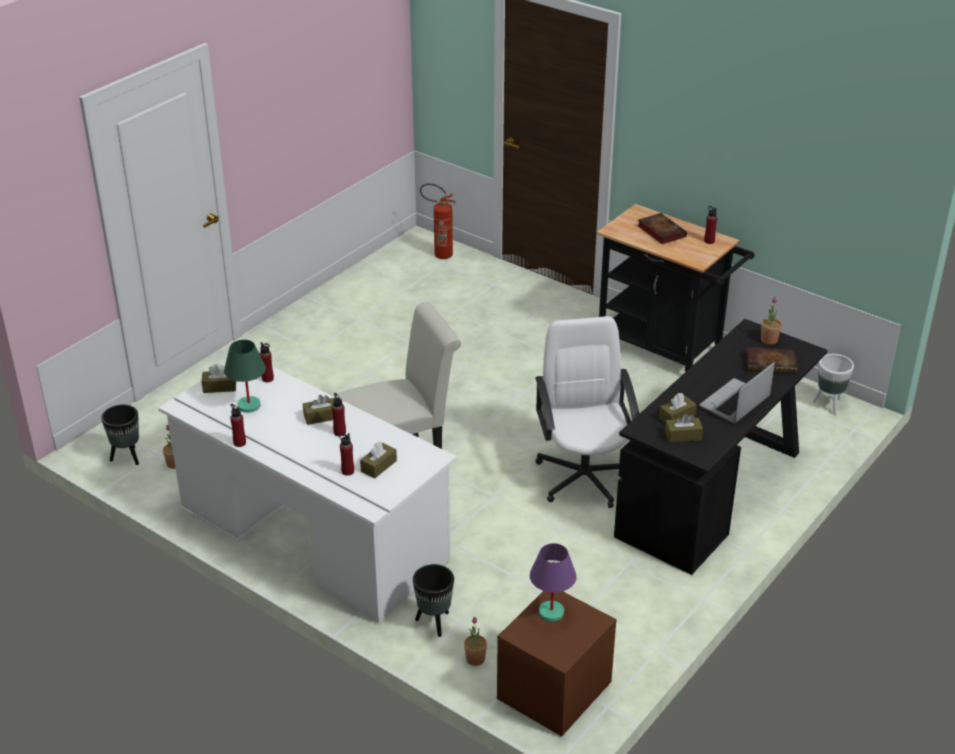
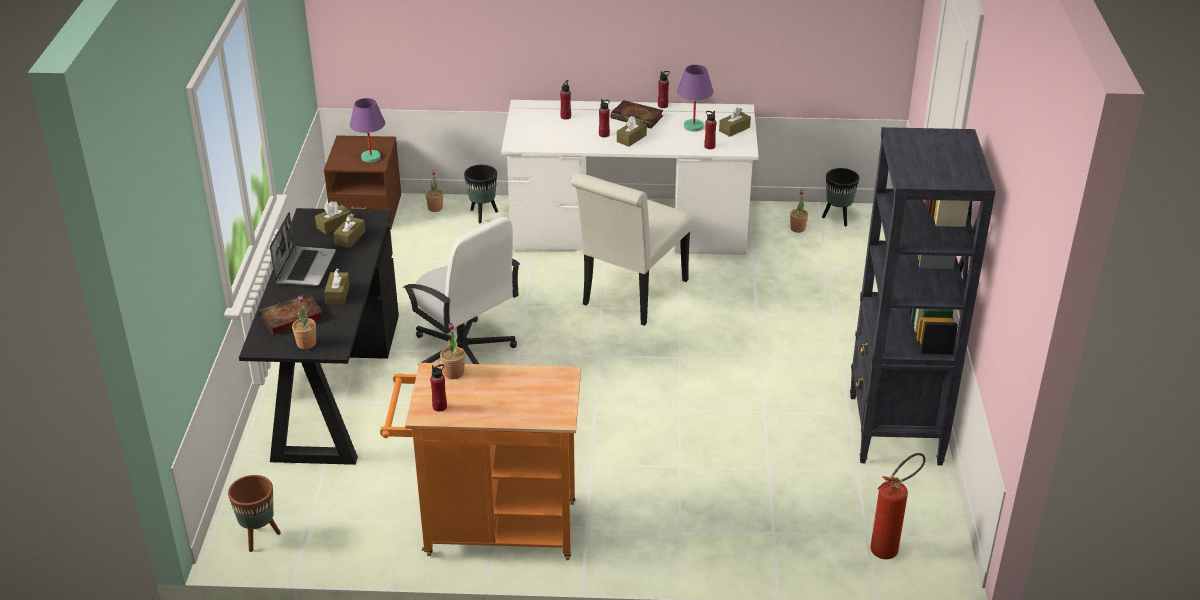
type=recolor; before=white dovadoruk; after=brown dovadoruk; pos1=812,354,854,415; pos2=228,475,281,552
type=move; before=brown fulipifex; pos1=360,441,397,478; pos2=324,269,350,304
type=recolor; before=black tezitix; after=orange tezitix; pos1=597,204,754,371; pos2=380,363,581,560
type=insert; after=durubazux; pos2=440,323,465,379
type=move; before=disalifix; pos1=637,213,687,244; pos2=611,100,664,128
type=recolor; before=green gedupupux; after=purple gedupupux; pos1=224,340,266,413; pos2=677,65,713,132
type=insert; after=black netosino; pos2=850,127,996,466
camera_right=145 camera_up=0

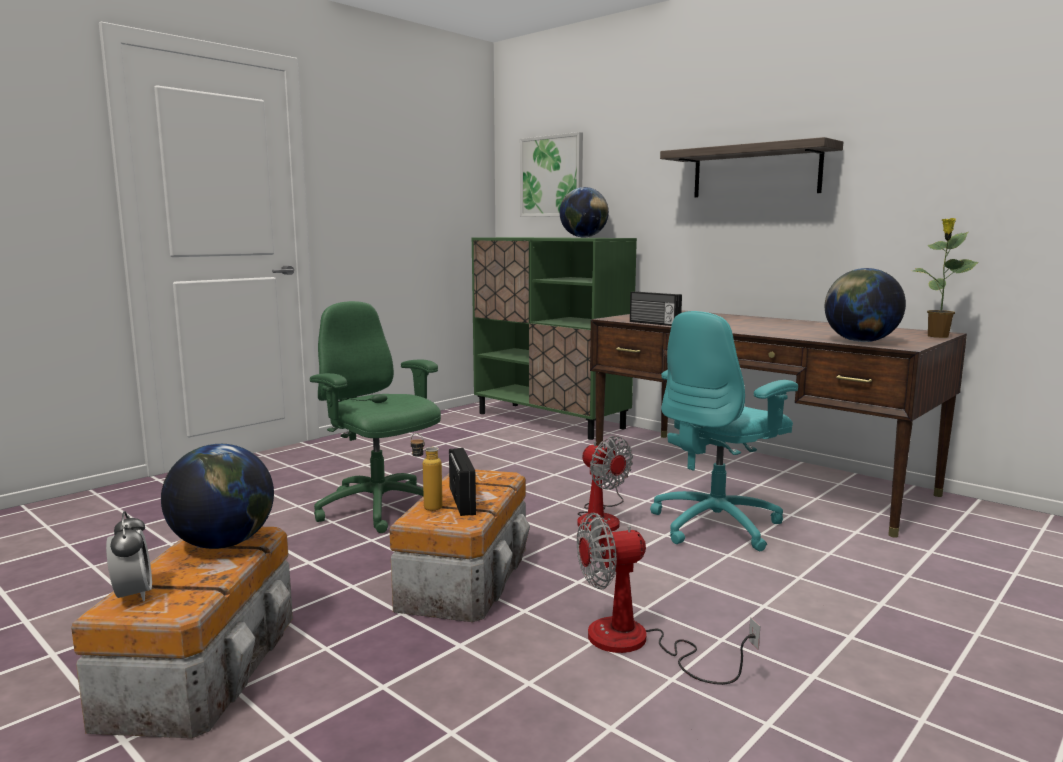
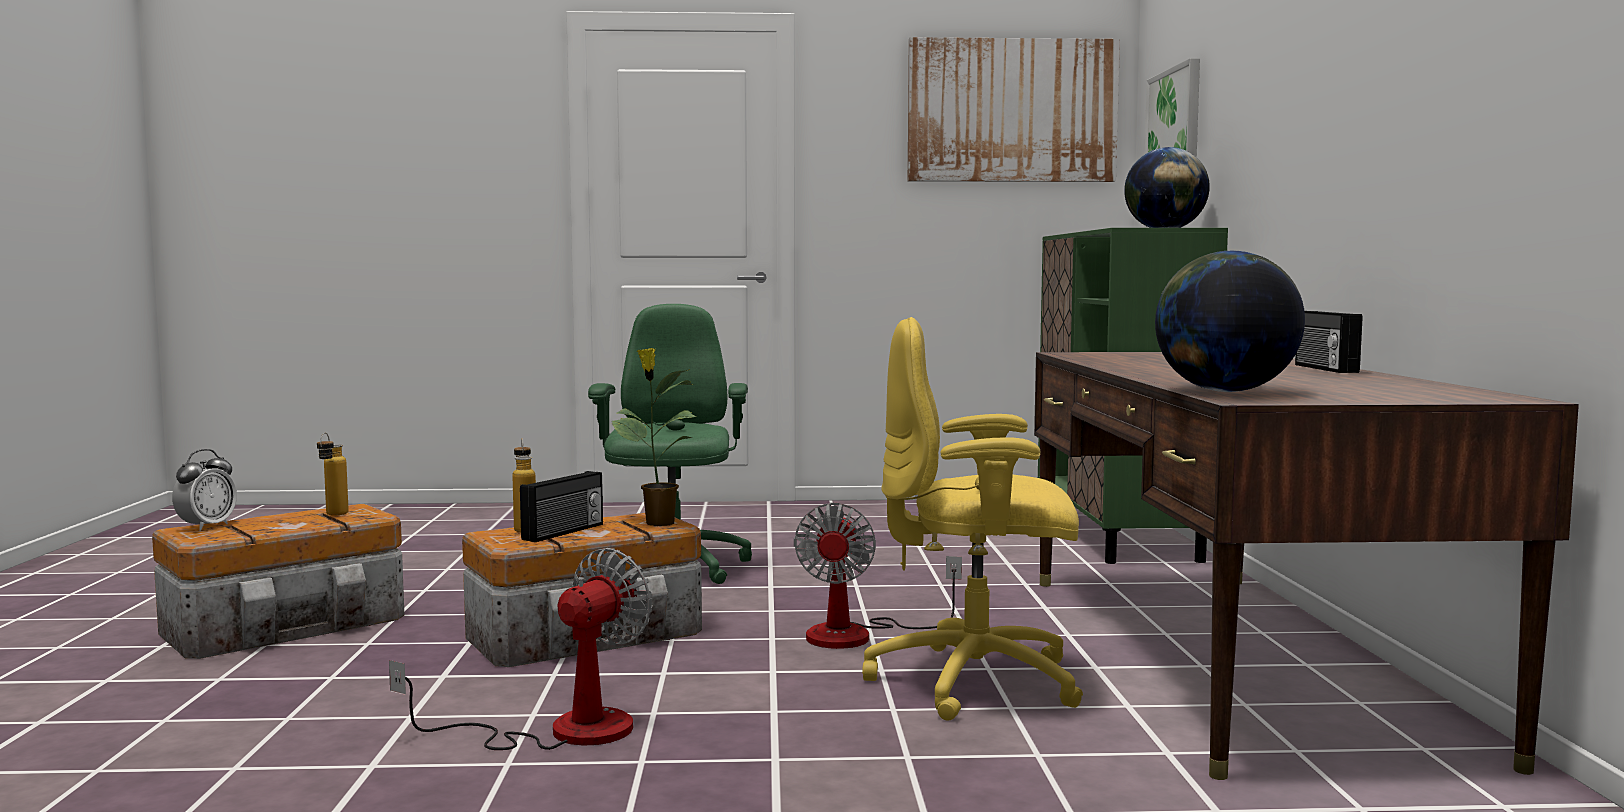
type=replace; before=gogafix; after=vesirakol; pos1=161,444,274,549; pos2=317,433,349,516
type=rotate; before=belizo; pos1=577,513,760,685; pos2=389,548,652,750; turn=90
type=move; before=durubazux; pos1=913,218,978,338; pos2=612,348,697,526
type=recolor; before=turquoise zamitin; after=yellow zamitin; pos1=650,311,798,551; pos2=862,317,1083,721
type=insert; after=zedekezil; pos2=908,37,1120,182
type=move; before=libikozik; pos1=630,291,682,326; pos2=1295,311,1362,373
type=delete; before=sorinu; pos1=660,137,843,197
camera_right=45 camera_up=-5

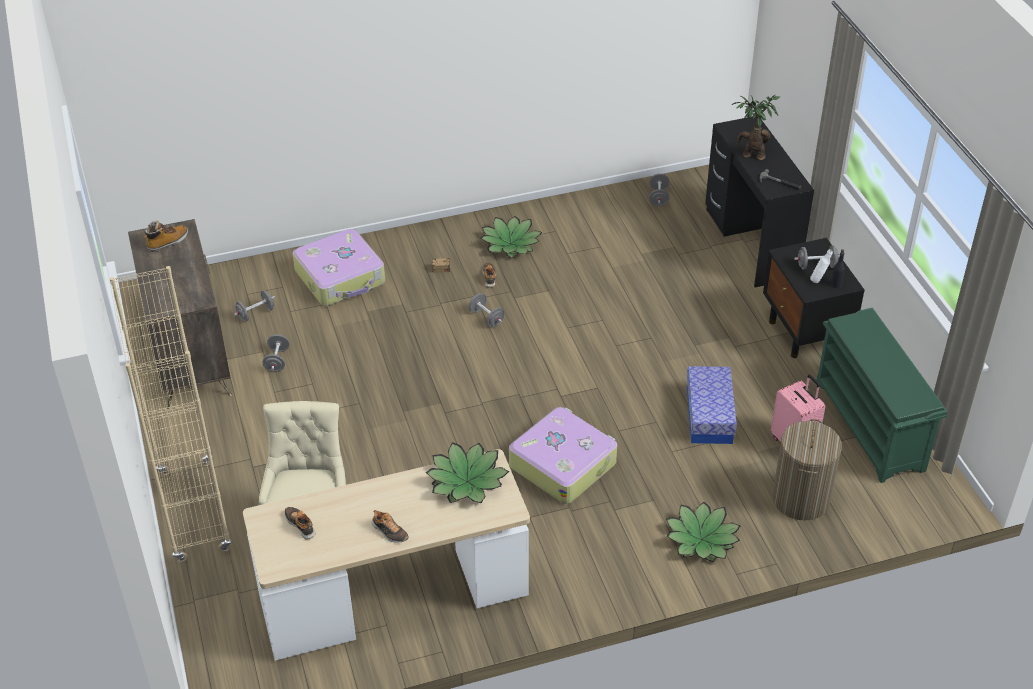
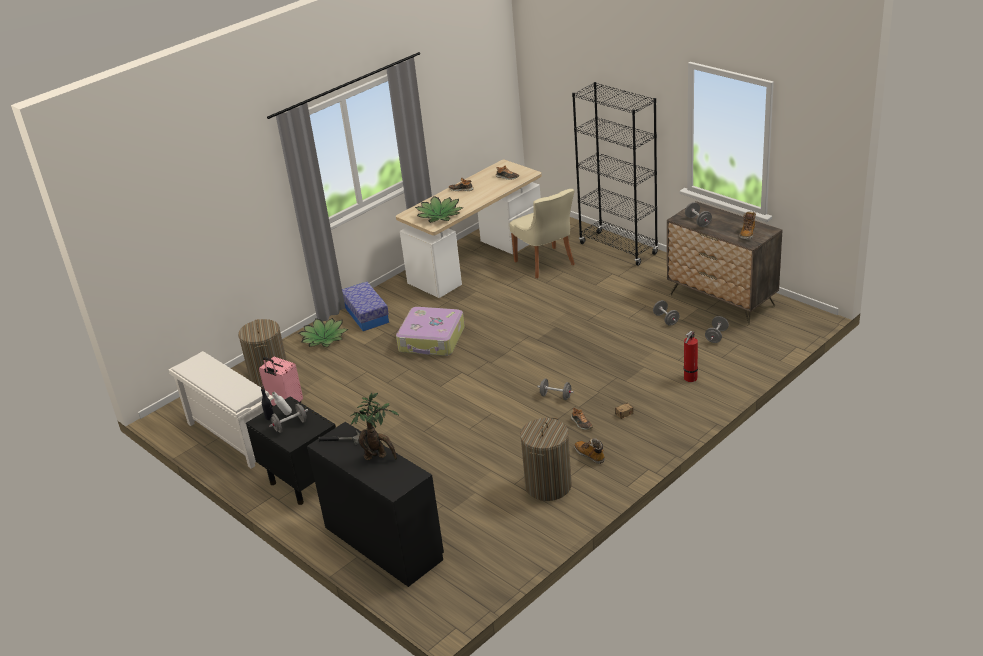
type=recolor; before=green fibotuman; after=white fibotuman; pos1=816,308,948,483; pos2=169,351,274,469
type=move; before=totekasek; pos1=687,366,737,444; pos2=342,282,389,331
type=insert; after=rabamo; pos2=520,417,572,501
type=recolor; before=beige netosino; after=black netosino; pos1=110,266,232,562; pos2=572,82,658,266
type=replace; before=durubazux; after=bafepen; pos1=481,216,542,258; pos2=574,438,605,464
type=replace; before=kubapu; after=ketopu; pos1=292,229,385,306; pos2=684,331,698,382
type=move; before=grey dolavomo; pos1=650,174,670,206; pos2=685,202,712,227
camera_right=155 camera_up=-10

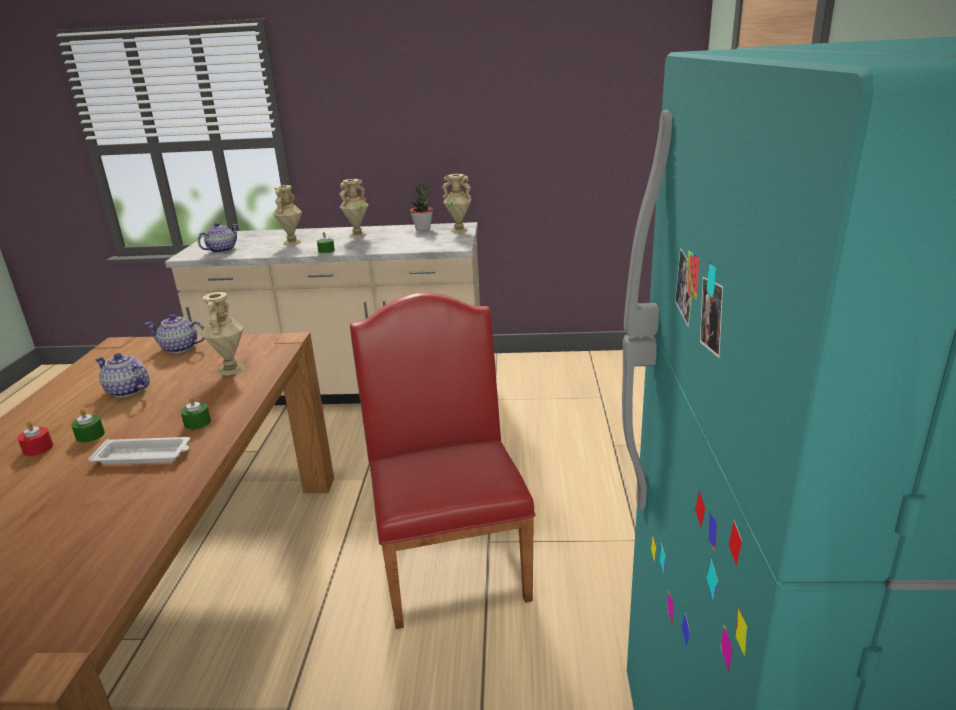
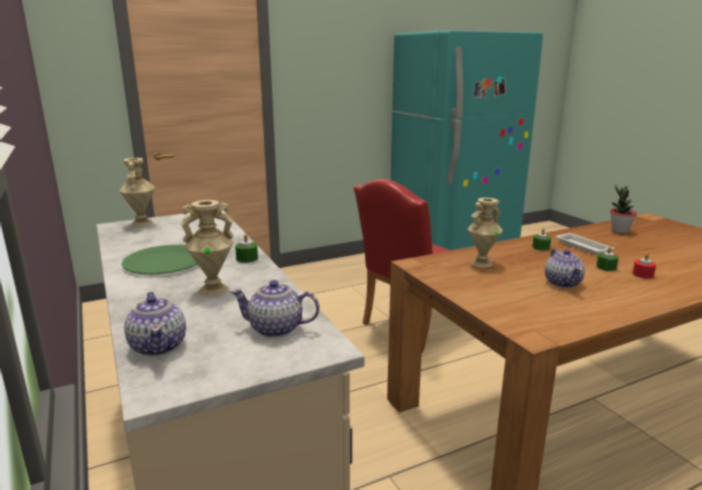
type=replace; before=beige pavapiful; after=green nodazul; pos1=339,179,368,238; pos2=122,245,197,274
type=move; before=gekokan; pos1=145,314,205,353; pos2=124,292,186,356
type=move; before=durubazux; pos1=410,183,433,231; pos2=610,185,637,233
camera_right=-120 camera_up=-5

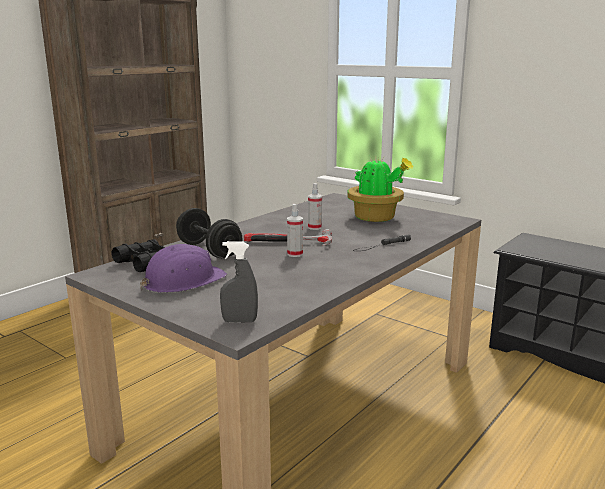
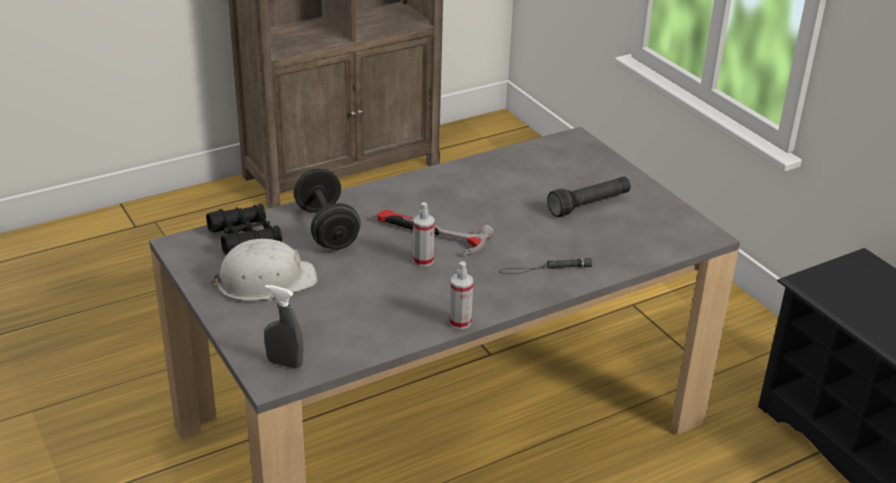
type=recolor; before=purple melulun; after=white melulun; pos1=140,244,227,293; pos2=210,239,318,301
type=move; before=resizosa; pos1=308,183,322,230; pos2=449,261,473,329
type=replace; before=durubazux; after=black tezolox; pos1=347,154,414,222; pos2=547,177,631,217
camera_right=20 camera_up=15

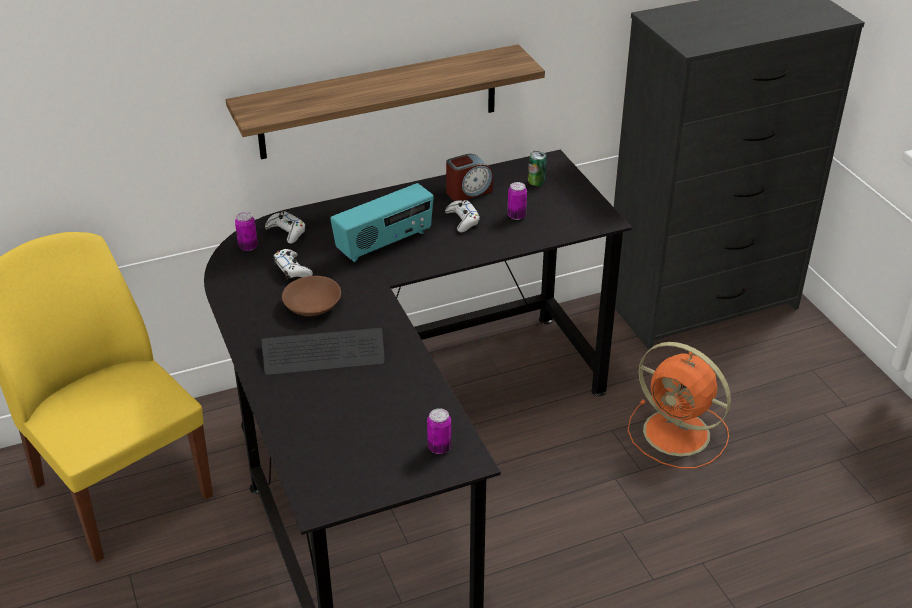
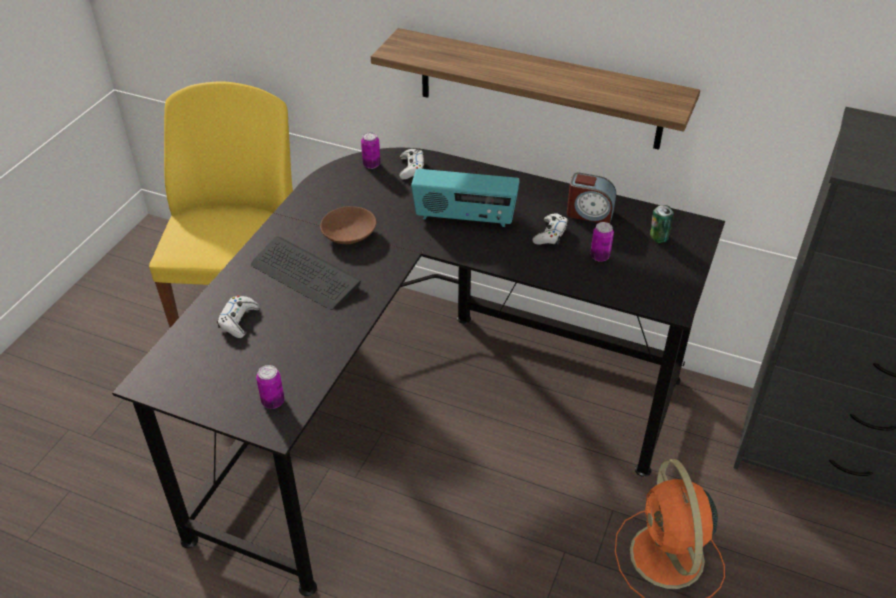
type=move; before=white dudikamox; pos1=273,249,313,279; pos2=217,295,259,338
camera_right=45 camera_up=5

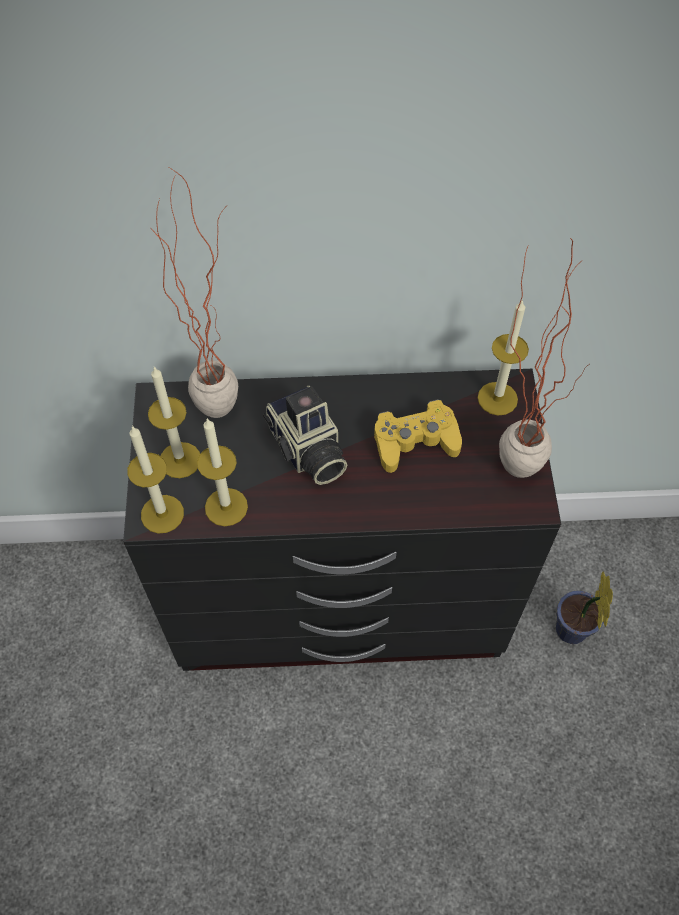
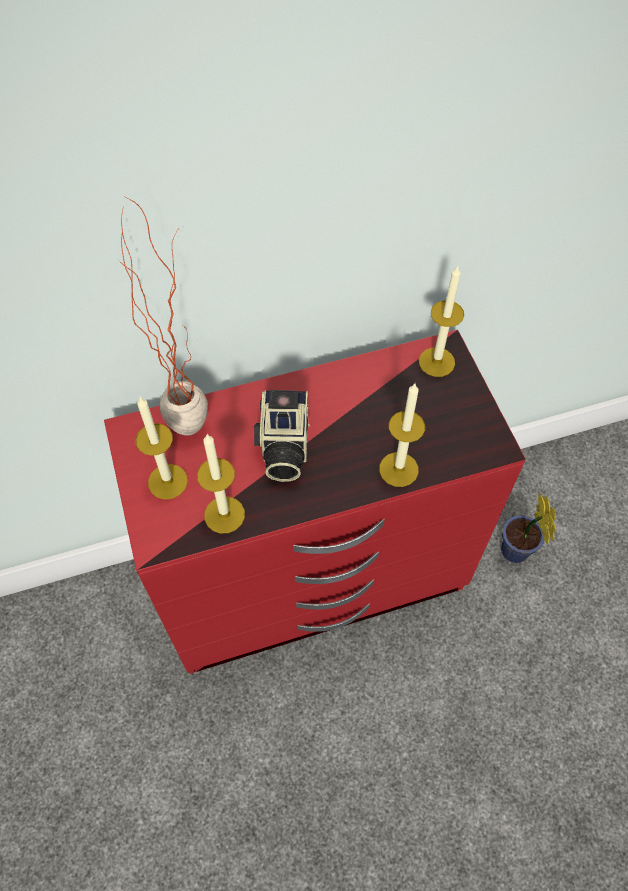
type=recolor; before=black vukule; after=red vukule; pos1=123,369,561,671; pos2=104,330,526,674
type=rotate; before=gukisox; pos1=263,386,347,485; pos2=254,390,310,482; turn=45
type=move; before=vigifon; pos1=127,425,184,533; pos2=379,384,425,487
type=delete; before=yellow dudikamox; pos1=374,399,462,473
type=delete; before=durubazux; pos1=499,238,590,478
camera_right=-15 camera_up=0

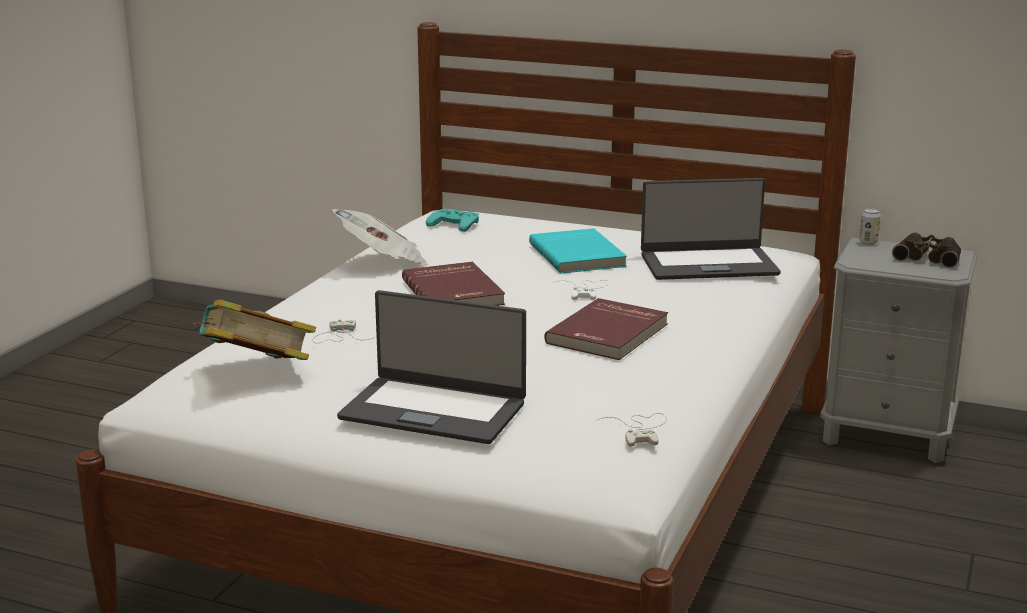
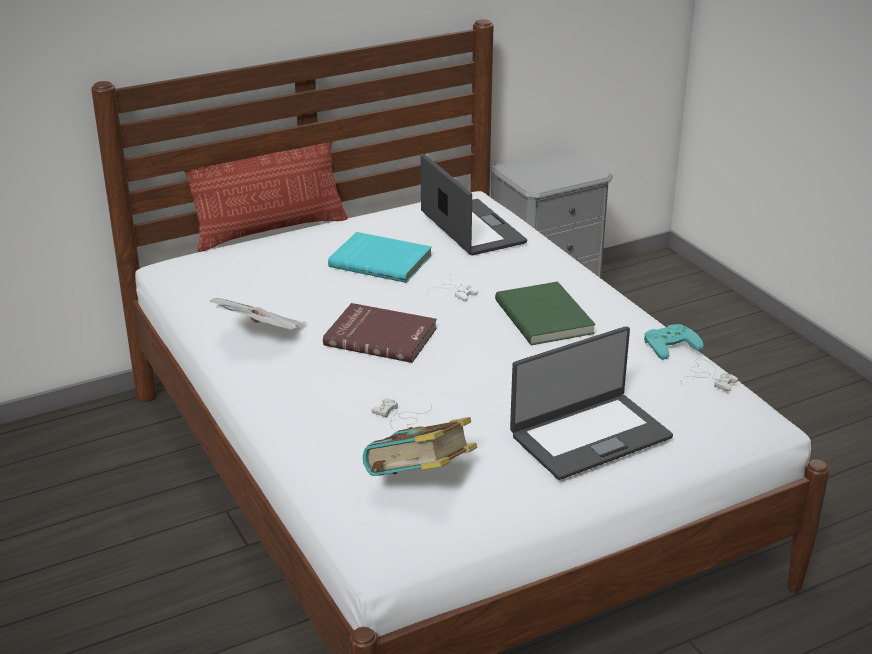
type=insert; after=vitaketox; pos2=184,142,348,252
type=rotate; before=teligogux; pos1=641,178,781,280; pos2=421,154,527,256; turn=-60
type=recolor; before=red disalifix; after=green disalifix; pos1=544,298,668,360; pos2=495,282,596,345
type=move; before=turquoise dudikamox; pos1=426,209,479,232; pos2=644,324,704,360
type=delete; before=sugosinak; pos1=859,208,881,245
type=delete; before=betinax; pos1=892,232,961,268
camera_right=-50 camera_up=10

